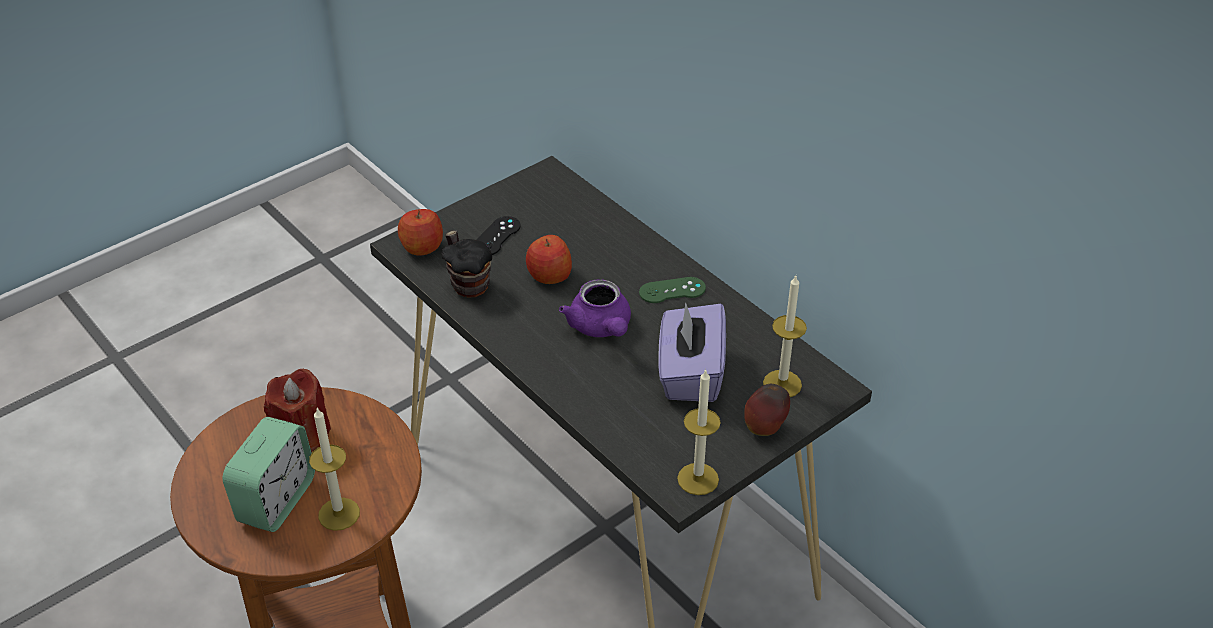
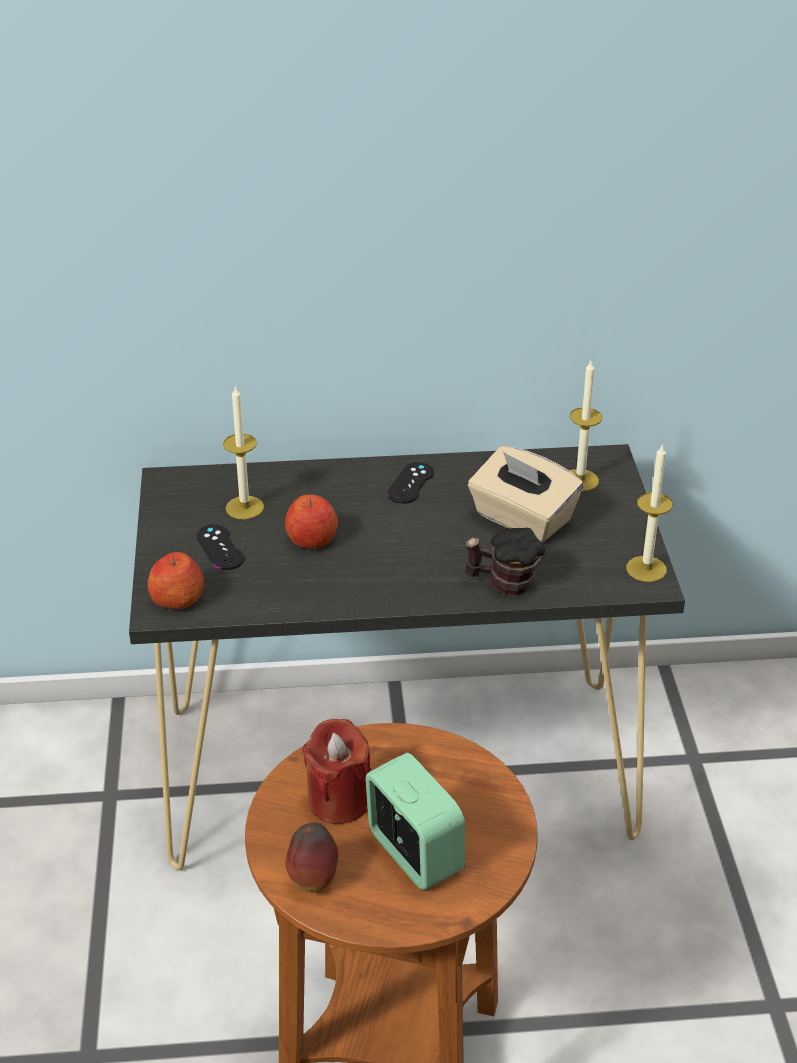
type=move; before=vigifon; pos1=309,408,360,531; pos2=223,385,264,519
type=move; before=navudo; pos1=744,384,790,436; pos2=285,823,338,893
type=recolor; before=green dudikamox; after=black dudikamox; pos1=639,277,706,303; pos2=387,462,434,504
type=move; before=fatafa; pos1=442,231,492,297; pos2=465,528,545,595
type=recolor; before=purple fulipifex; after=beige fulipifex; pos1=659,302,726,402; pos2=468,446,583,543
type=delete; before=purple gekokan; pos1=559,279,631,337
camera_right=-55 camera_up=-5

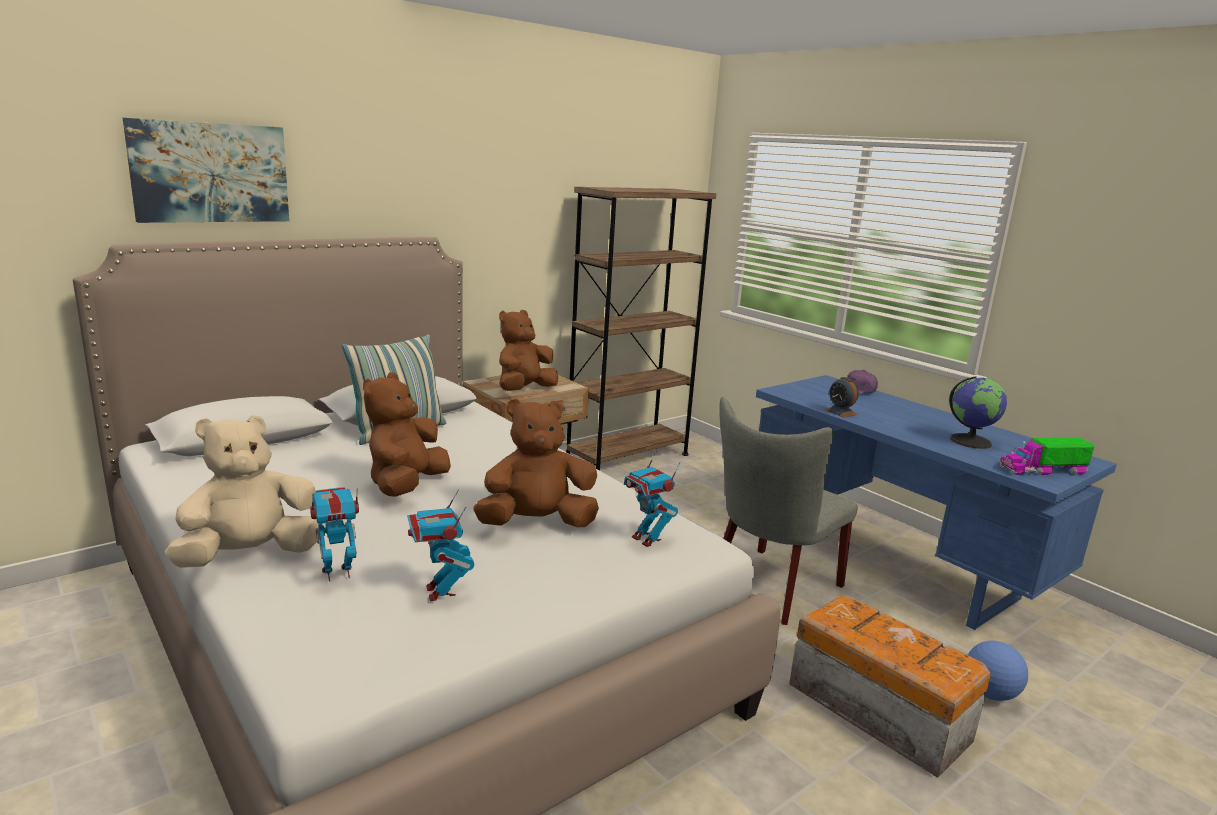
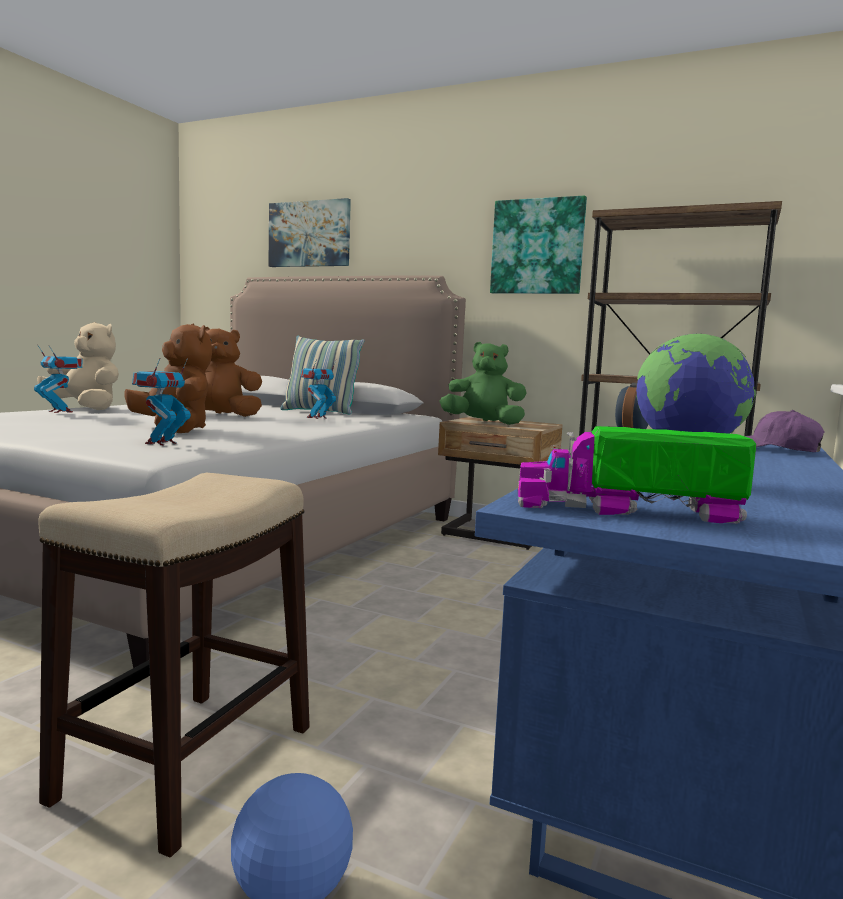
type=replace; before=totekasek; after=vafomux; pos1=789,596,991,778; pos2=38,473,310,857
type=move; before=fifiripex; pos1=407,489,474,601; pos2=300,359,336,419
type=recolor; before=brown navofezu; after=green navofezu; pos1=499,310,559,391; pos2=439,342,527,425
type=insert; after=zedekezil; pos2=490,196,587,294
type=rotate; before=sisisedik; pos1=999,437,1094,475; pos2=517,426,756,524; turn=-45
type=delete; before=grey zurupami; pos1=719,397,858,625
camera_right=65 camera_up=-10

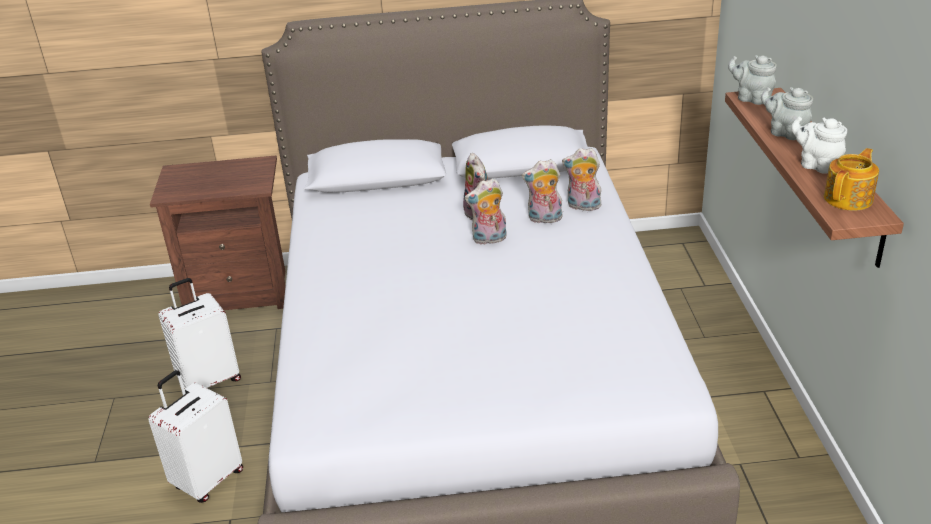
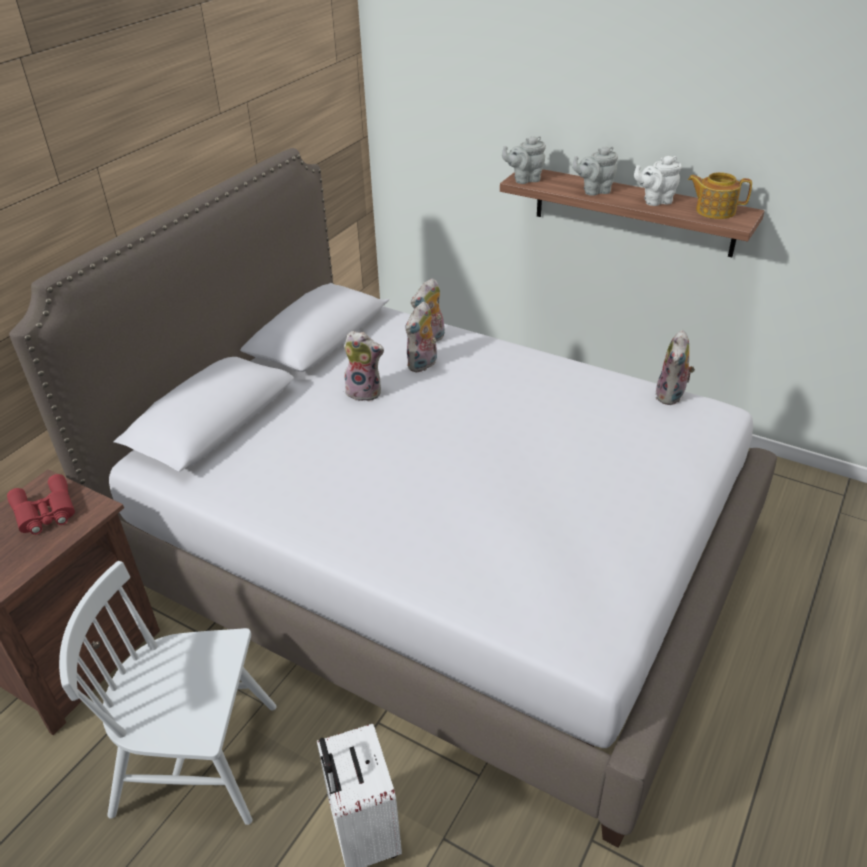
type=insert; after=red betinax; pos2=7,474,75,535
type=replace; before=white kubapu; after=white zurupami; pos1=158,278,241,389; pos2=59,561,277,825
type=move; before=navofezu; pos1=465,178,507,245; pos2=655,330,695,405
type=rotate; before=gekokan; pos1=824,148,879,211; pos2=688,172,752,219; turn=-60
camera_right=-55 camera_up=5

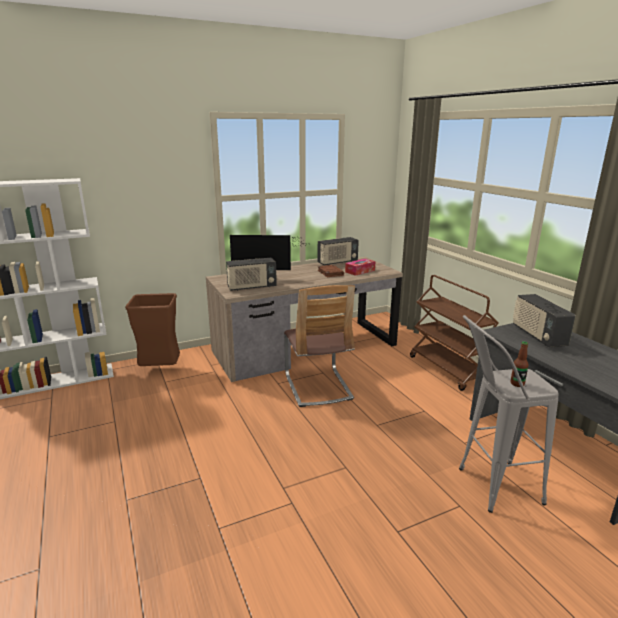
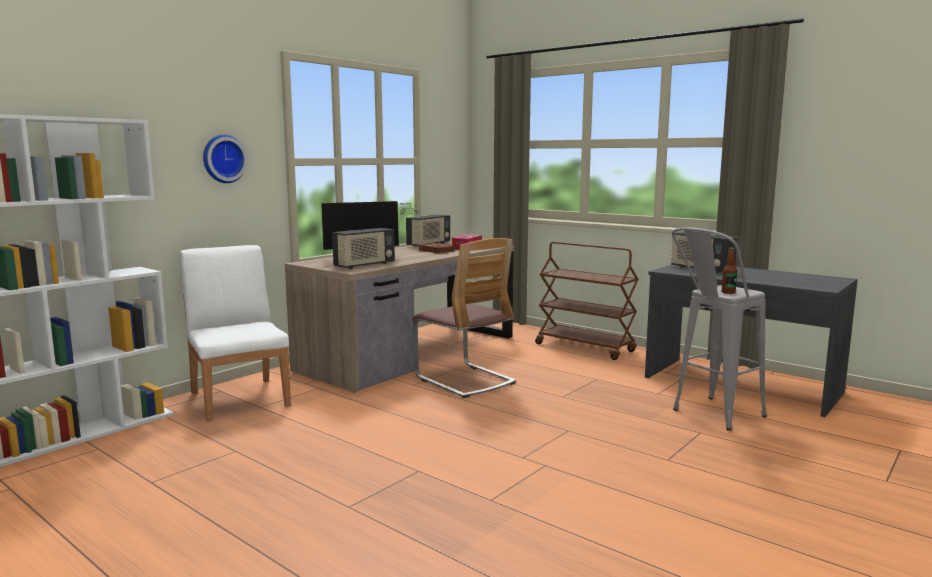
type=replace; before=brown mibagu; after=white zurupami; pos1=125,293,180,366; pos2=179,245,291,422
type=insert; after=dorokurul; pos2=203,135,247,183
camera_right=-25 camera_up=-10

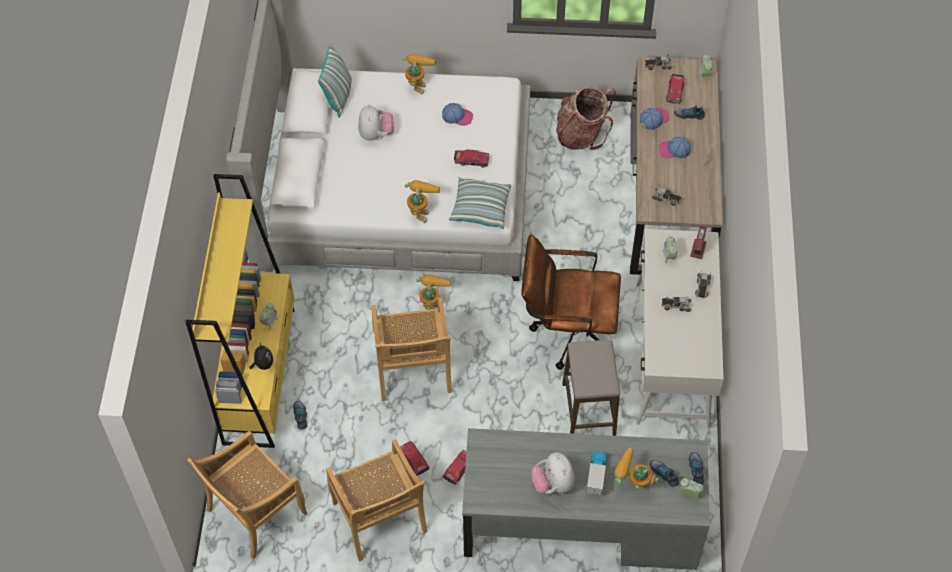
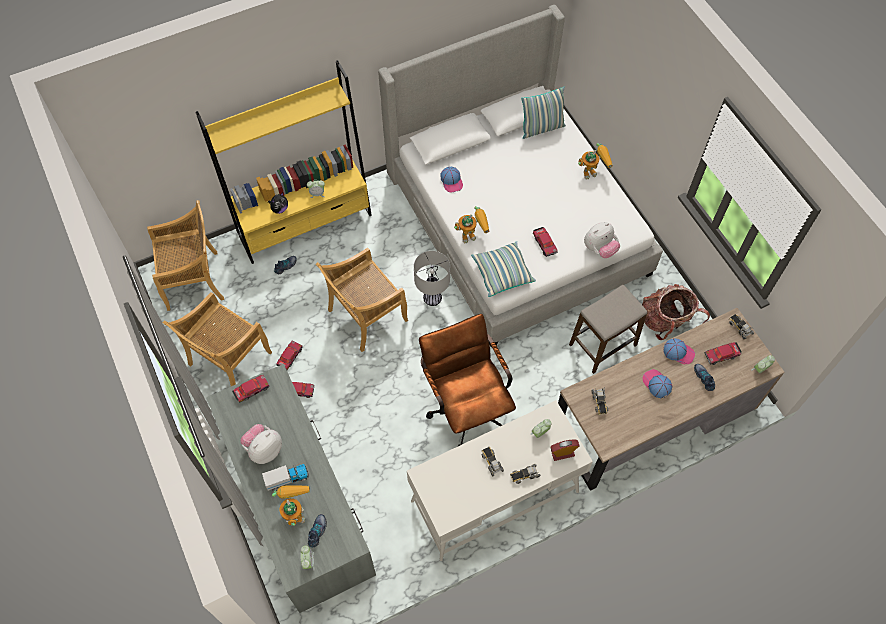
type=rotate; before=beige zurupami; pos1=187,431,308,559; pos2=147,200,224,311; turn=150
type=insert; after=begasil; pos2=232,375,270,403
type=replace; before=fifiripex; after=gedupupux; pos1=416,275,451,310; pos2=414,251,450,306
type=move; before=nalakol; pos1=442,103,473,126; pos2=440,167,463,193
type=move; before=vafomux; pos1=562,340,620,436; pos2=569,285,647,374
type=move; before=navofezu; pos1=358,105,394,141; pos2=584,222,620,258
type=delete; before=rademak; pos1=689,452,704,484
camera_right=60 camera_up=5

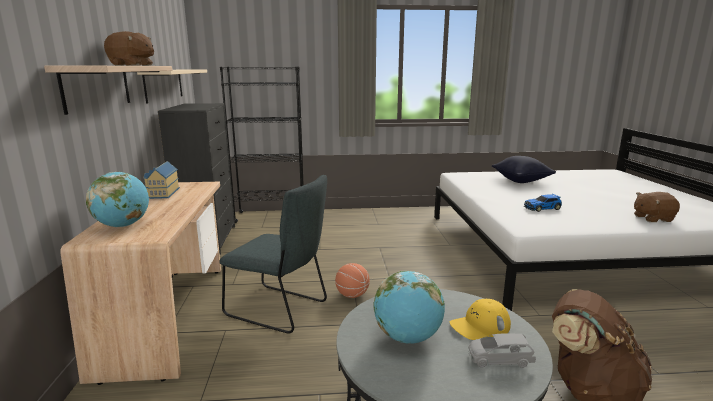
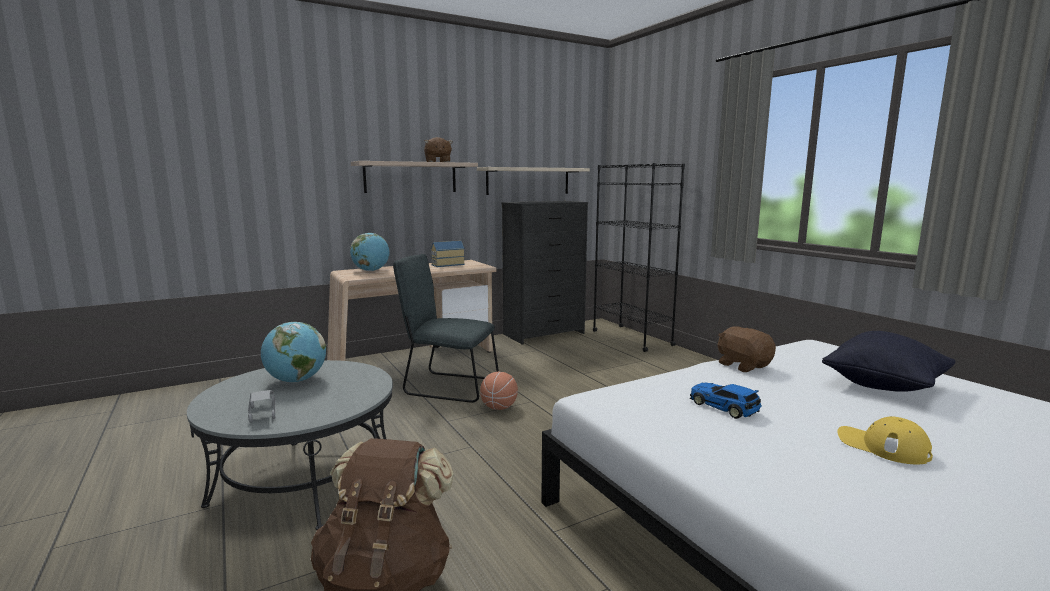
type=rotate; before=grey zurupami; pos1=219,175,327,334; pos2=393,254,499,403; turn=105
type=move; before=brown navofezu; pos1=634,192,680,222; pos2=717,326,776,372
type=move; before=yellow nalakol; pos1=450,299,511,340; pos2=837,416,933,464
camera_right=65 camera_up=-5

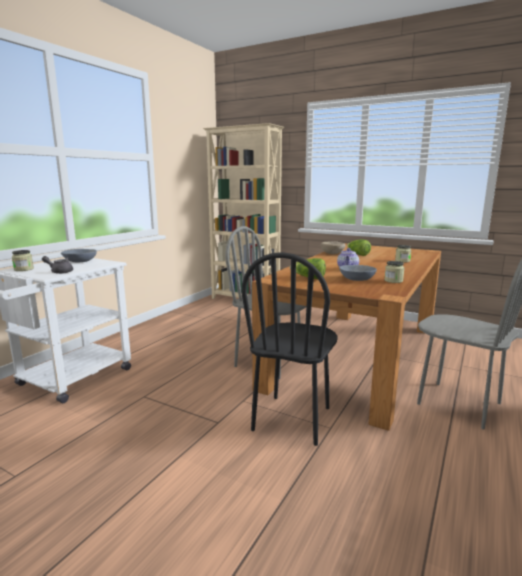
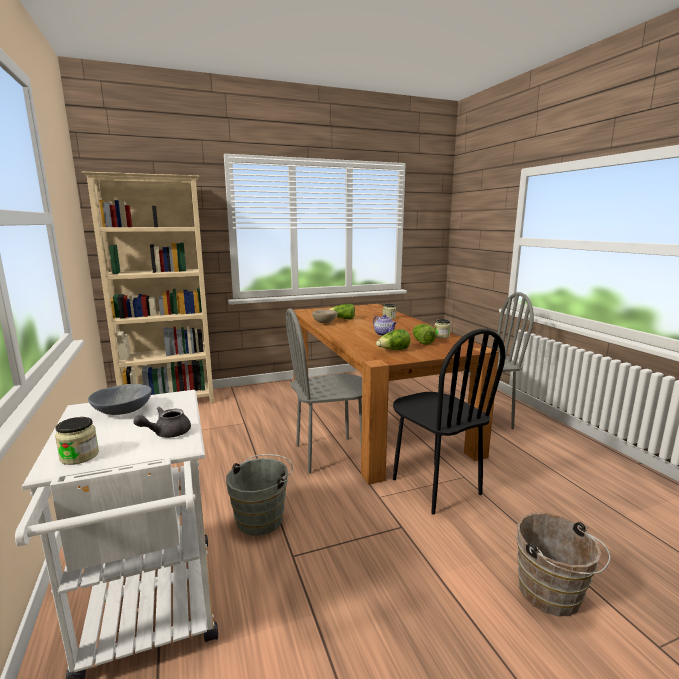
type=insert; after=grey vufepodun; pos2=226,454,293,536
type=replace; before=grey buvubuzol; after=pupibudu; pos1=339,265,377,281; pos2=413,324,436,345
type=insert; after=brown vufepodun; pos2=516,513,611,616
camera_right=-50 camera_up=0

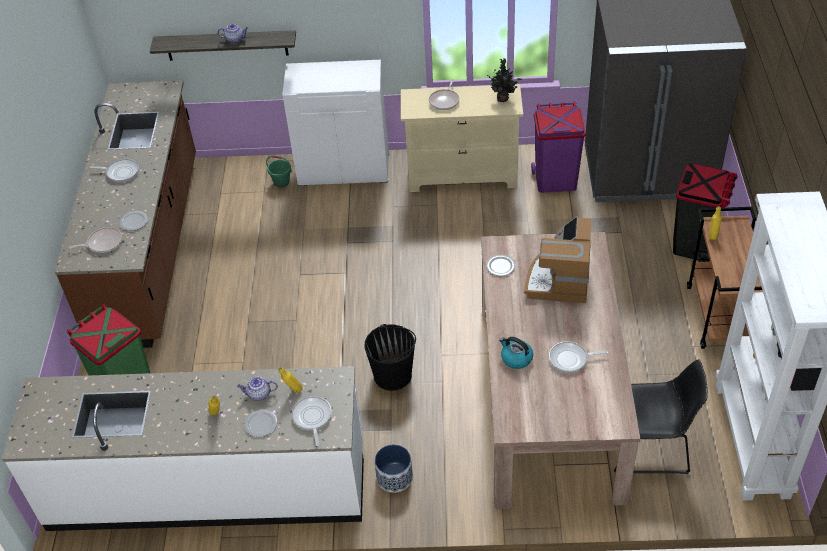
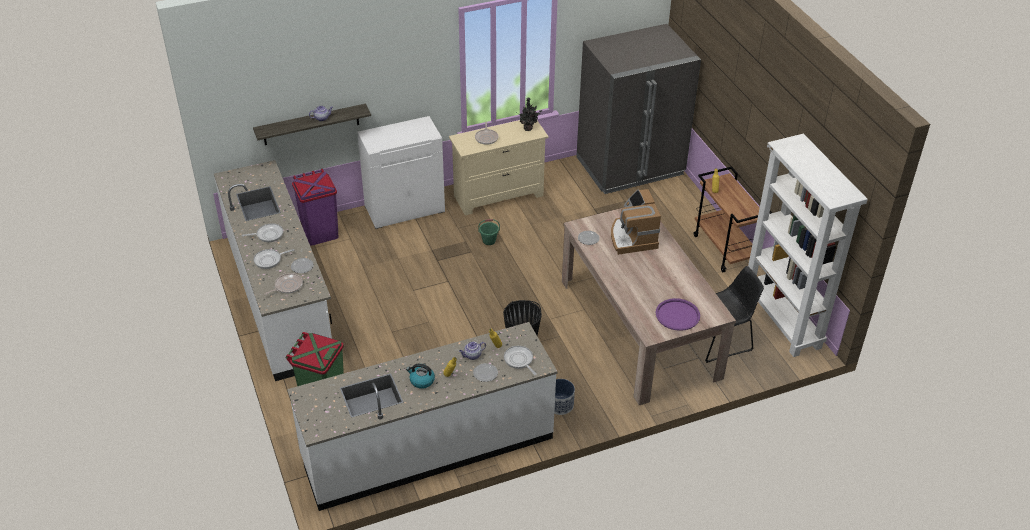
type=recolor; before=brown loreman; after=white loreman; pos1=55,80,196,348; pos2=214,160,332,381
type=move; before=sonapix; pos1=549,341,608,373; pos2=253,249,294,269
type=move; before=purple mibagu; pos1=531,101,586,193; pos2=292,169,339,246
type=move; before=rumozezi; pos1=499,337,533,369; pos2=406,364,435,389
type=move; before=green vufepodun; pos1=266,156,292,187; pos2=478,219,500,245
type=insert; after=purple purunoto; pos2=656,298,700,331
type=delete; before=black mibagu; pos1=673,163,738,262
camera_right=-25 camera_up=-5

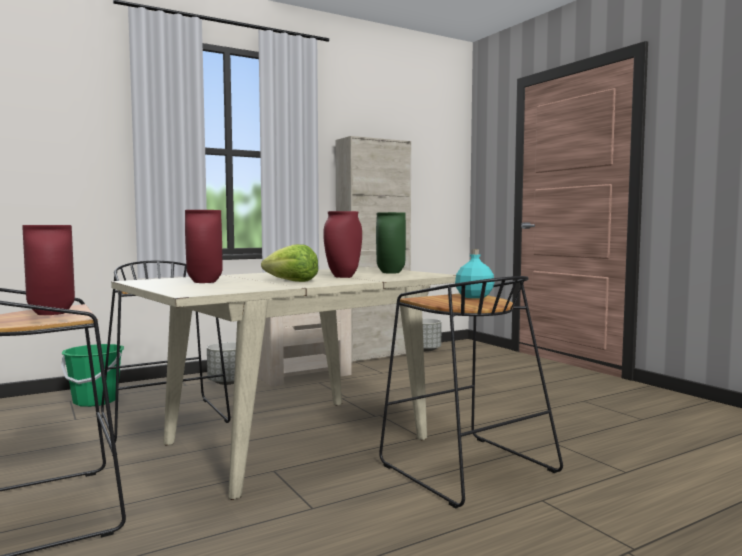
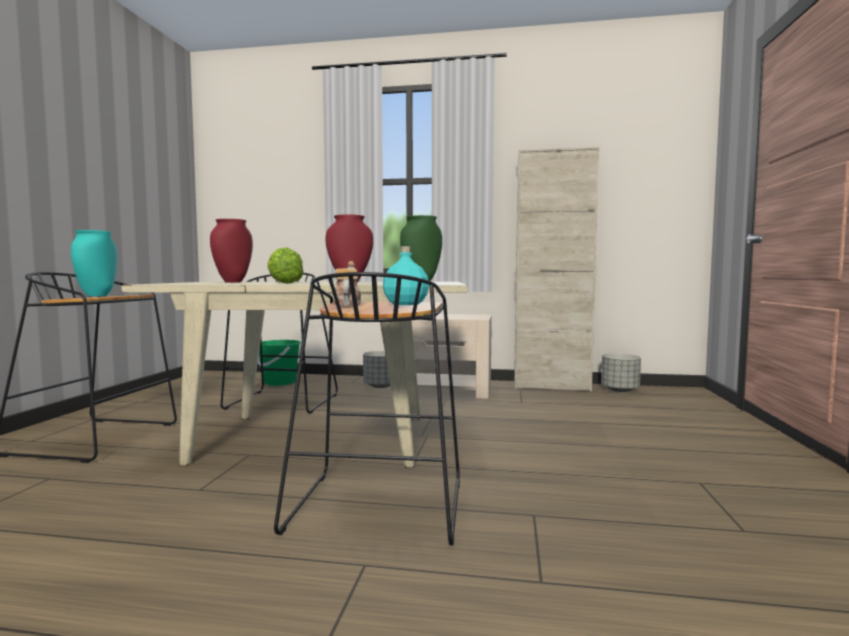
type=recolor; before=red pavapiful; after=turquoise pavapiful; pos1=22,225,75,315; pos2=71,230,117,296
type=insert; after=gekokan; pos2=333,261,361,305
camera_right=40 camera_up=0

